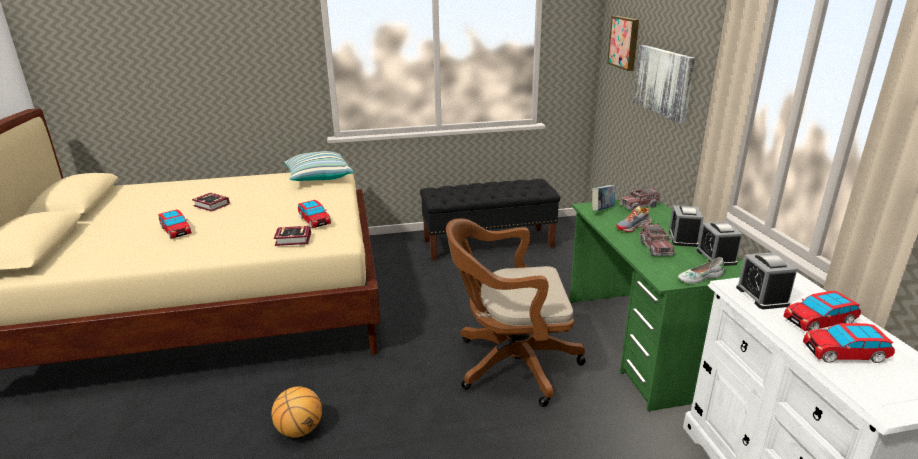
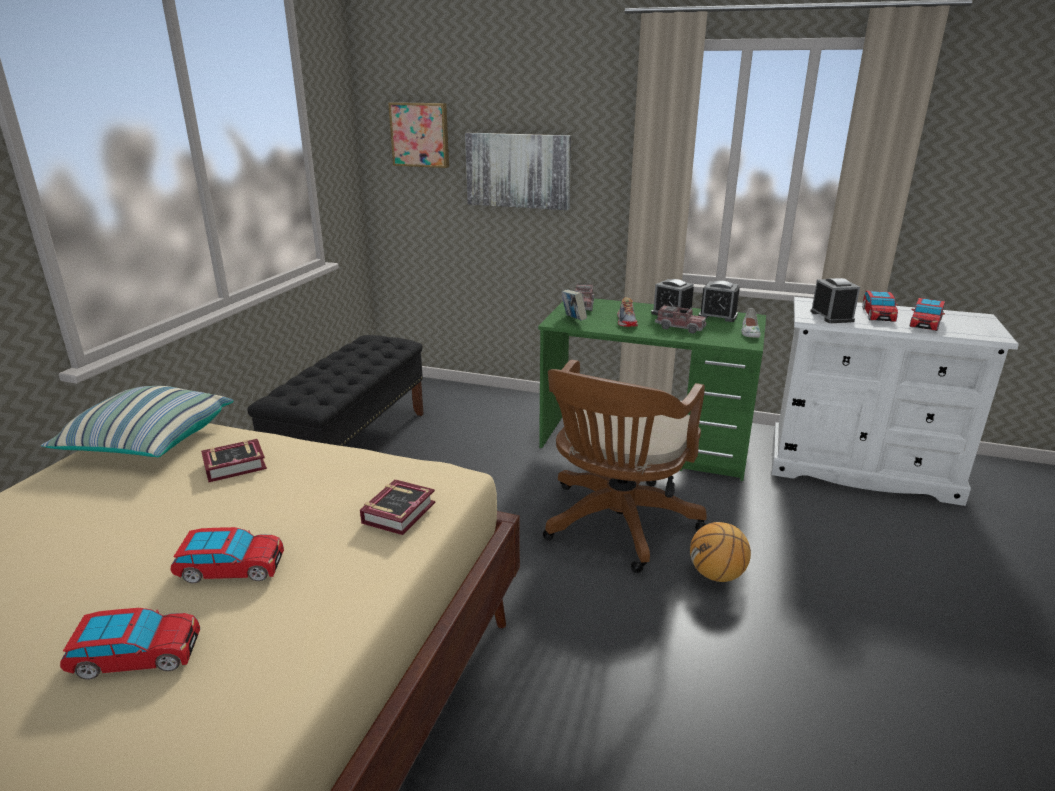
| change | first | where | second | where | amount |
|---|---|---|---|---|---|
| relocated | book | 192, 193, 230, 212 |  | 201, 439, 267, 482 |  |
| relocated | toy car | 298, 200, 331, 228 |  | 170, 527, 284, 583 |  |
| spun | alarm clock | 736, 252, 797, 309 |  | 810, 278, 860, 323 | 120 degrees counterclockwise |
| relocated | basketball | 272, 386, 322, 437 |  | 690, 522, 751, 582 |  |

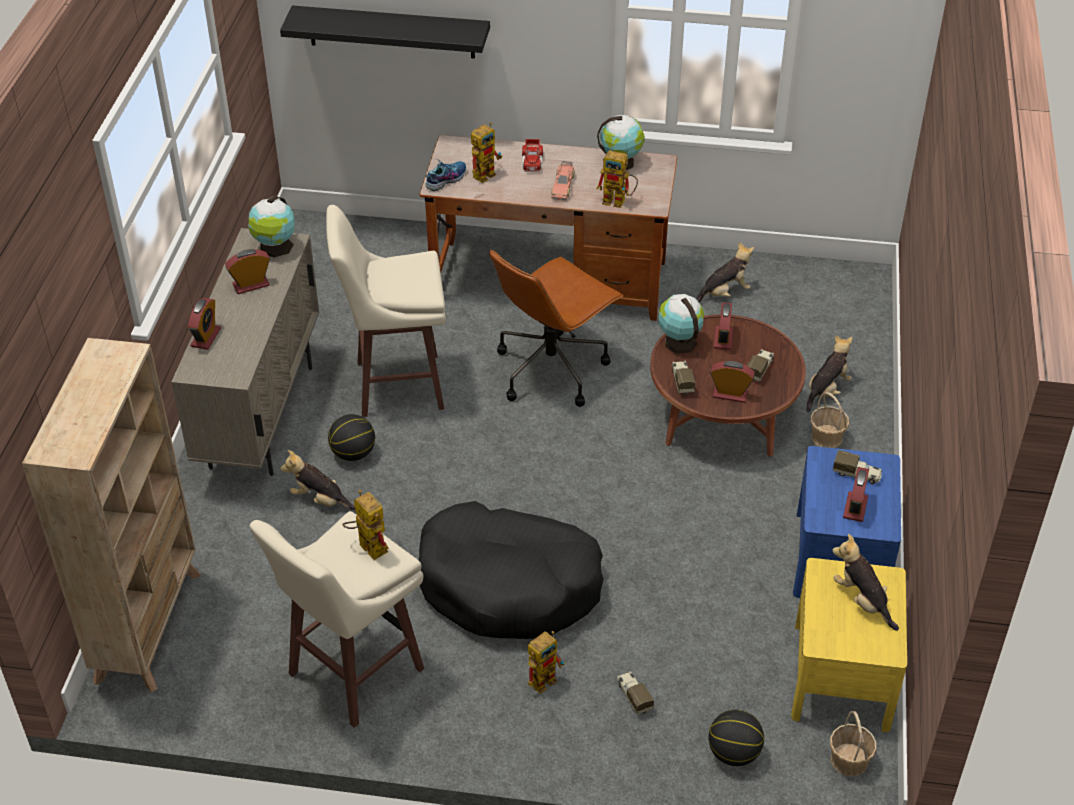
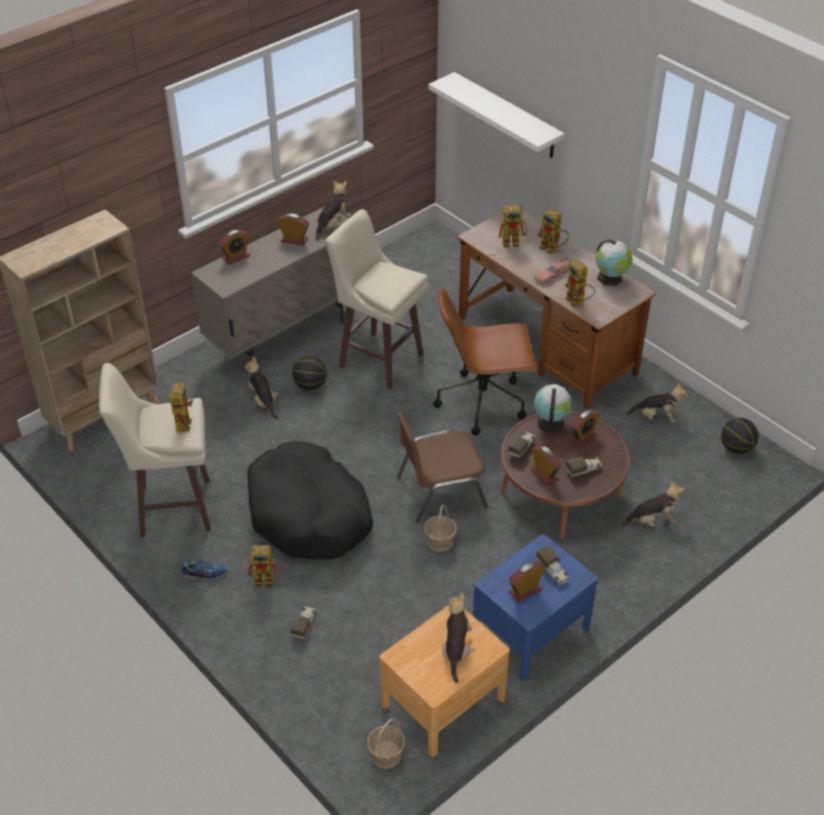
| change | first | where | second | where | amount |
|---|---|---|---|---|---|
| colour | black shelf | 280, 5, 490, 59 | white shelf | 428, 72, 565, 158 |  |
| exchanged | toy truck | 522, 139, 543, 172 | toy robot | 537, 208, 569, 254 |  |
| relocated | shoe | 425, 158, 466, 191 |  | 180, 554, 227, 581 |  |
| exchanged | globe | 248, 196, 295, 258 | plush toy | 316, 180, 351, 241 |  |
| relocated | basket | 810, 392, 849, 448 |  | 424, 504, 457, 552 |  |
| colour | yellow nightstand | 791, 558, 907, 732 | brown nightstand | 380, 605, 509, 757 |  |
| relocated | basketball | 708, 710, 764, 766 |  | 721, 418, 758, 454 |  |
| appeared |  |  | brown chair | 397, 412, 488, 523 |  |

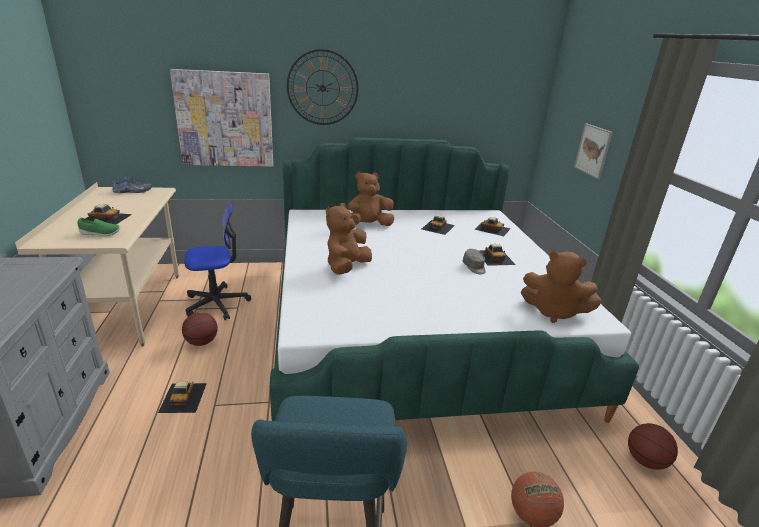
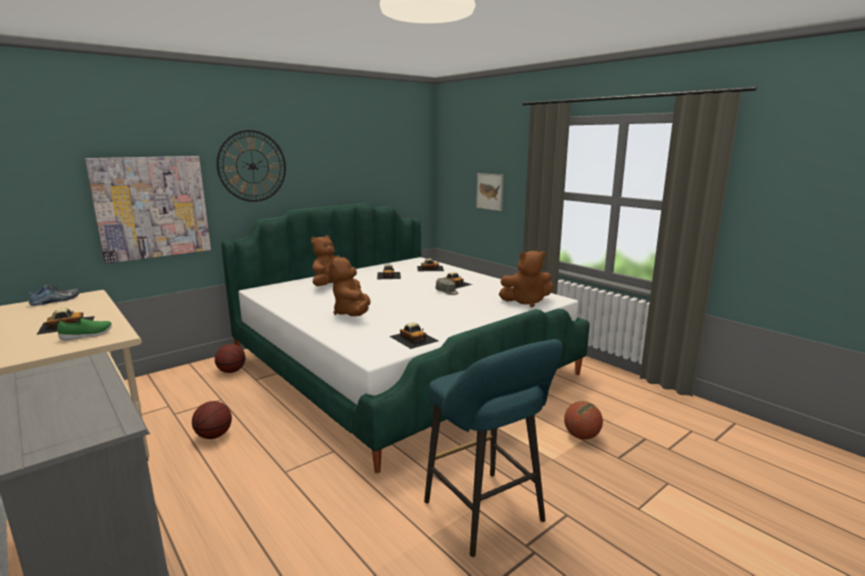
| change | first | where | second | where | amount |
|---|---|---|---|---|---|
| missing | office chair | 184, 200, 251, 320 |  |  |  |
| relocated | toy car | 158, 381, 207, 413 |  | 389, 323, 438, 349 |  |
| relocated | basketball | 628, 423, 678, 470 |  | 215, 344, 245, 373 |  |

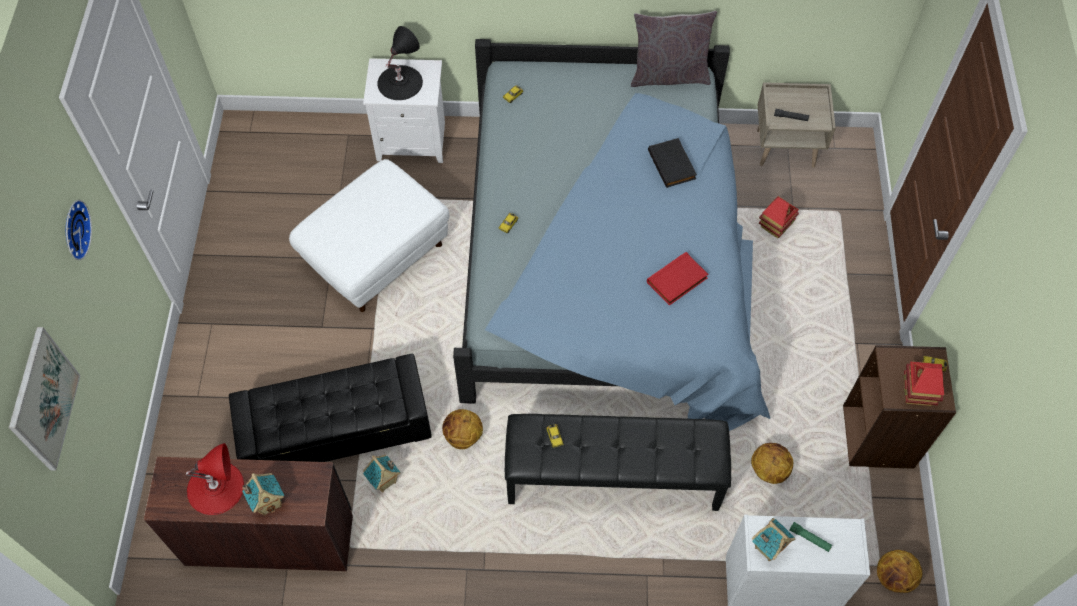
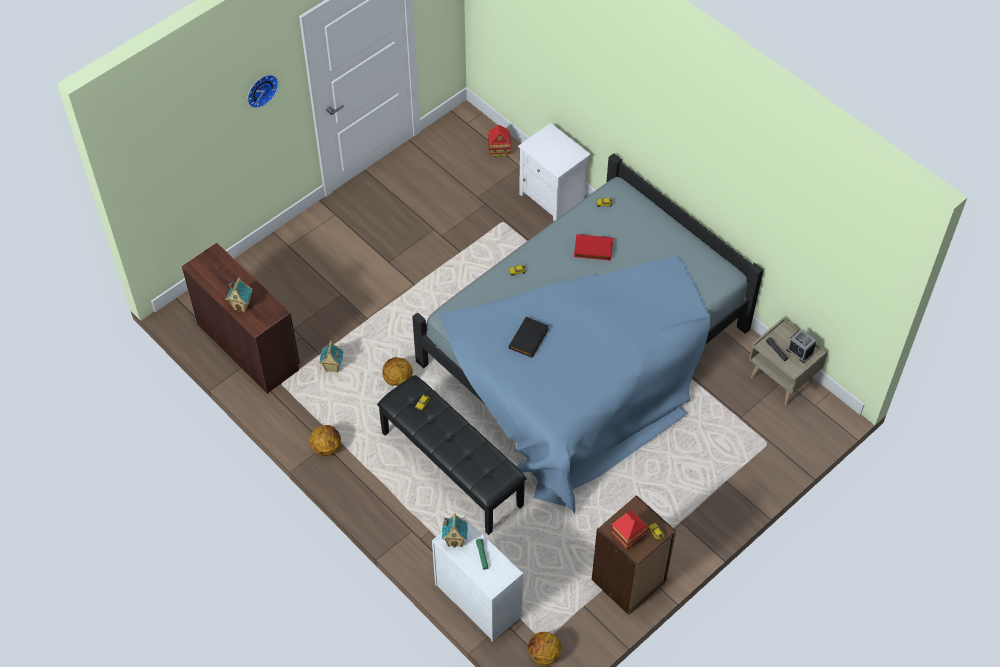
| change | first | where | second | where | amount |
|---|---|---|---|---|---|
| missing | grey pillow | 631, 11, 717, 87 |  |  |  |
| missing | black table lamp | 377, 26, 423, 100 |  |  |  |
| relocated | black book | 648, 138, 697, 188 |  | 509, 317, 549, 358 |  |
| missing | white ottoman | 289, 159, 449, 312 |  |  |  |
| relocated | toy house | 759, 196, 799, 238 |  | 487, 125, 511, 157 |  |
| relocated | red book | 647, 252, 708, 306 |  | 574, 234, 613, 261 |  |
| missing | picture | 9, 327, 80, 471 |  |  |  |
| missing | black ottoman | 229, 354, 432, 462 |  |  |  |
| missing | red table lamp | 186, 443, 244, 515 |  |  |  |
| relocated | basketball | 751, 443, 793, 484 |  | 310, 425, 341, 456 |  |
| appeared |  |  | alarm clock | 786, 329, 816, 363 |  |

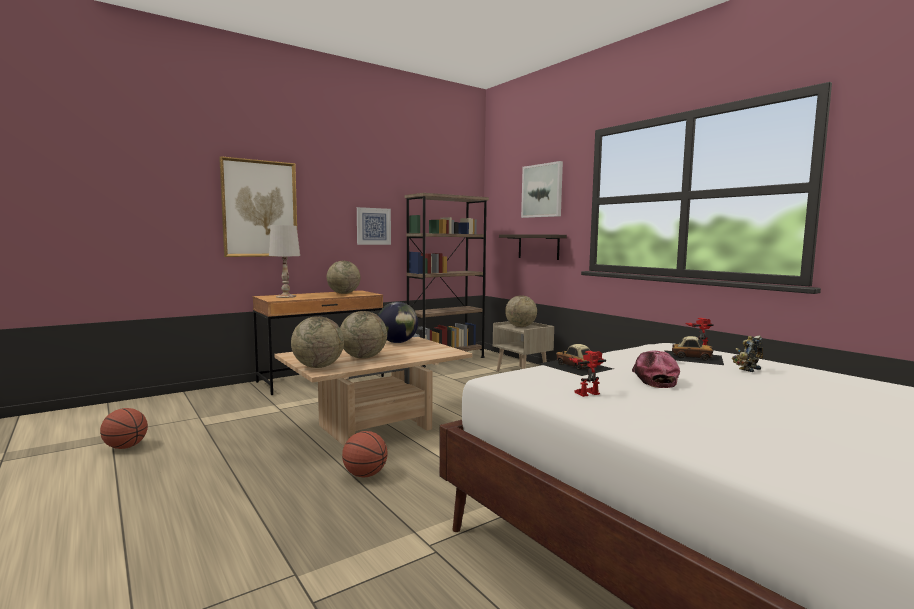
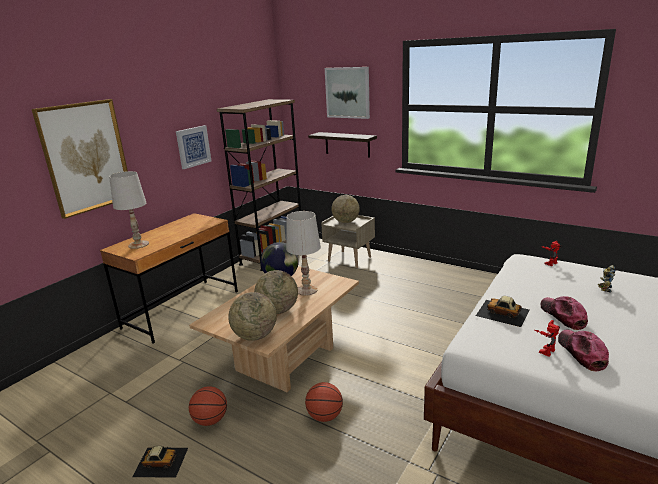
| change | first | where | second | where | amount |
|---|---|---|---|---|---|
| missing | globe | 327, 261, 361, 294 |  |  |  |
| relocated | toy car | 664, 336, 724, 365 |  | 132, 446, 188, 478 |  |
| relocated | basketball | 100, 408, 148, 449 |  | 189, 386, 227, 426 |  |
| appeared |  |  | white table lamp | 286, 211, 321, 296 |  |
| appeared |  |  | cap | 558, 330, 609, 372 |  |

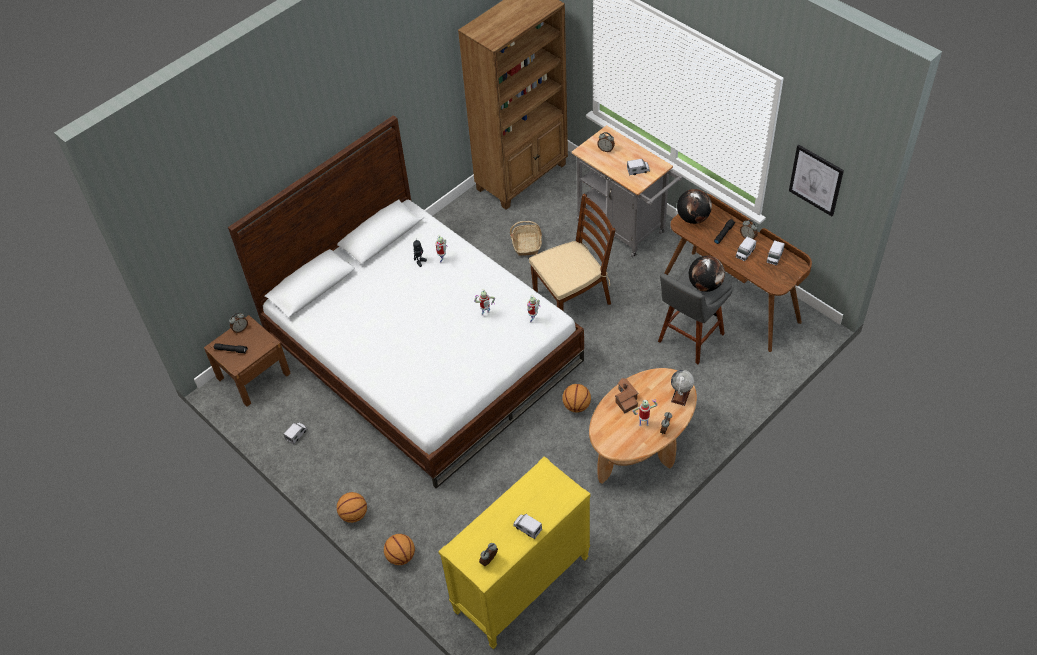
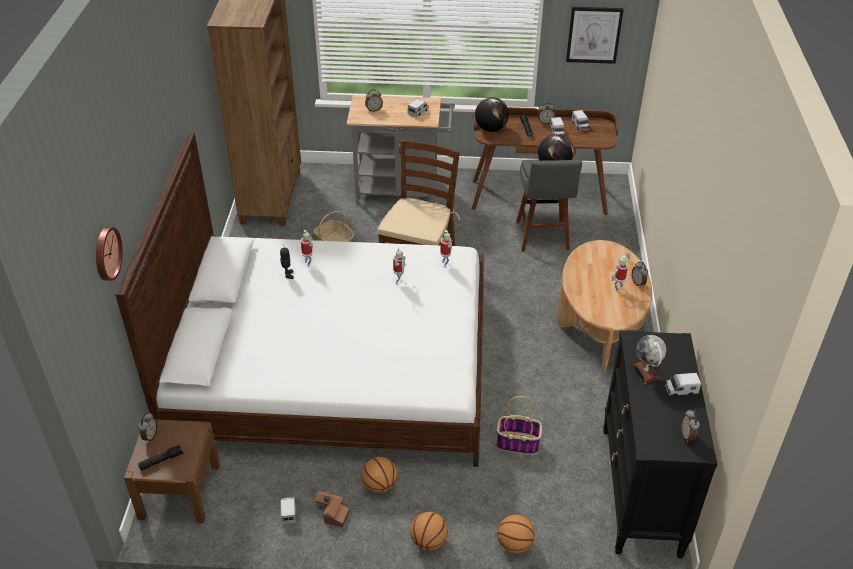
| change | first | where | second | where | amount |
|---|---|---|---|---|---|
| relocated | globe | 671, 370, 694, 406 |  | 631, 335, 666, 384 |  |
| relocated | toy house | 615, 378, 638, 413 |  | 315, 491, 350, 528 |  |
| relocated | basketball | 562, 384, 591, 412 |  | 362, 457, 397, 493 |  |
| colour | yellow dresser | 438, 456, 591, 649 | black dresser | 603, 330, 717, 558 |  |
| appeared |  |  | wall clock | 96, 227, 123, 281 |  |
| appeared |  |  | basket | 497, 396, 542, 454 |  |

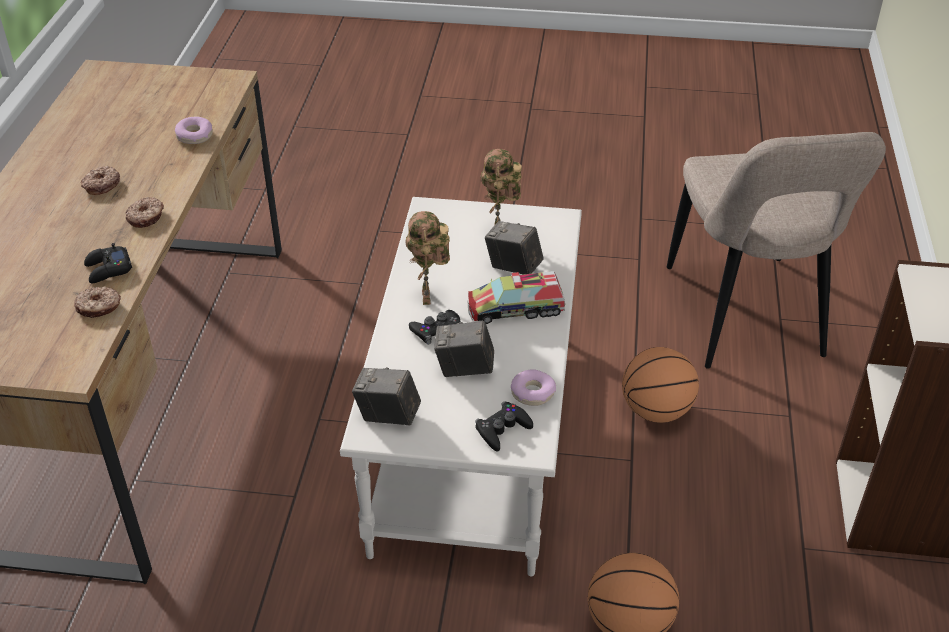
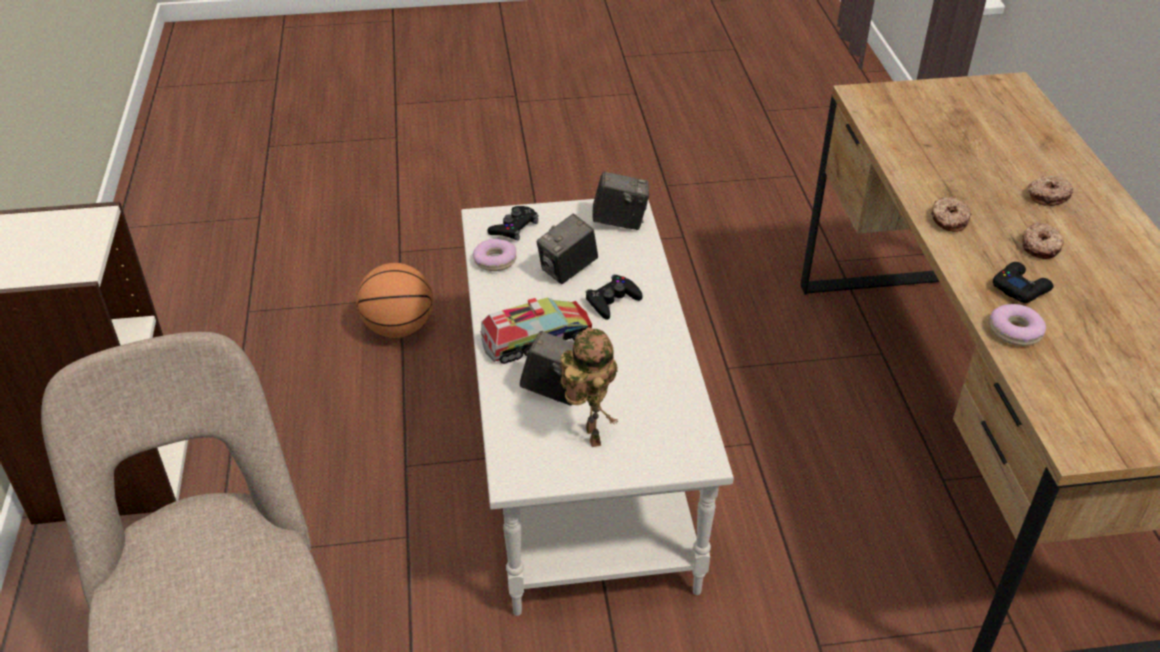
| change | first | where | second | where | amount |
|---|---|---|---|---|---|
| missing | toy robot | 405, 211, 450, 305 |  |  |  |
| relocated | black game controller | 84, 243, 132, 283 |  | 993, 262, 1054, 303 |  |
| relocated | donut | 74, 286, 121, 318 |  | 1028, 176, 1073, 206 |  |
| spun | photo camera | 434, 321, 494, 377 |  | 537, 214, 598, 284 | 150 degrees clockwise |
| missing | basketball | 622, 347, 699, 423 |  |  |  |

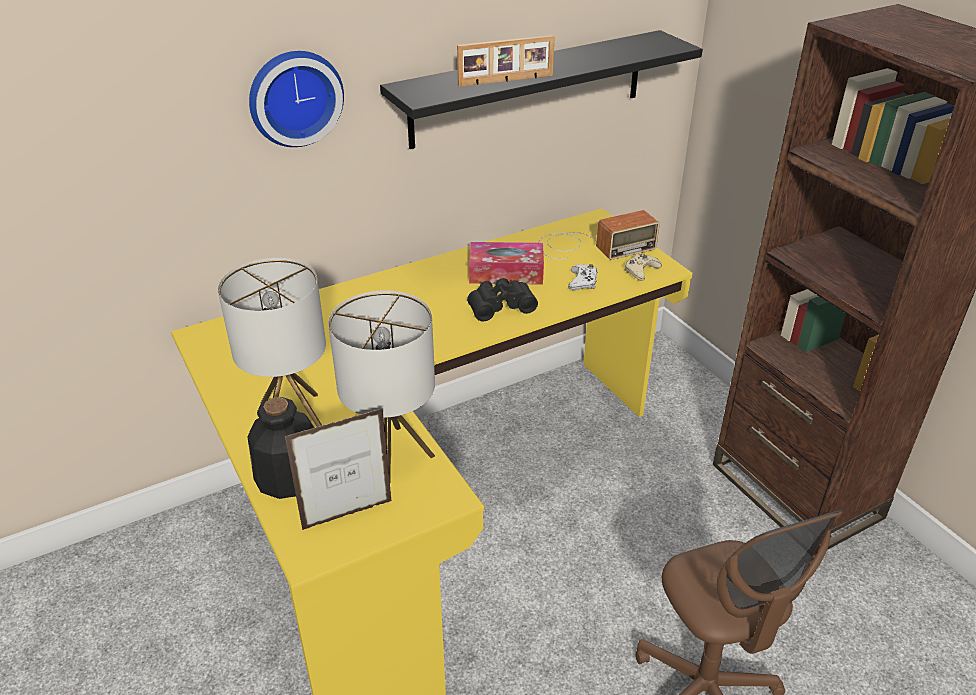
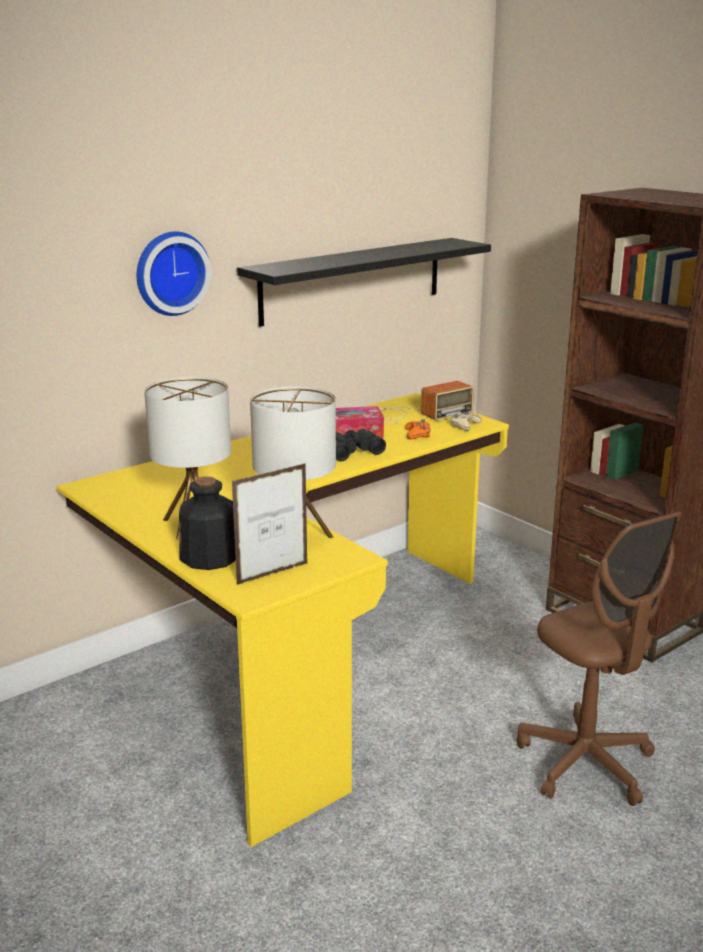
| change | first | where | second | where | amount |
|---|---|---|---|---|---|
| missing | picture frame | 457, 35, 555, 87 |  |  |  |
| colour | white game controller | 568, 264, 598, 290 | orange game controller | 405, 419, 431, 439 |  |

